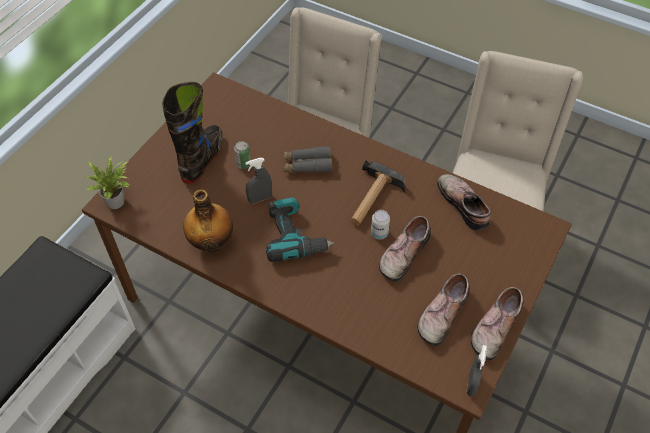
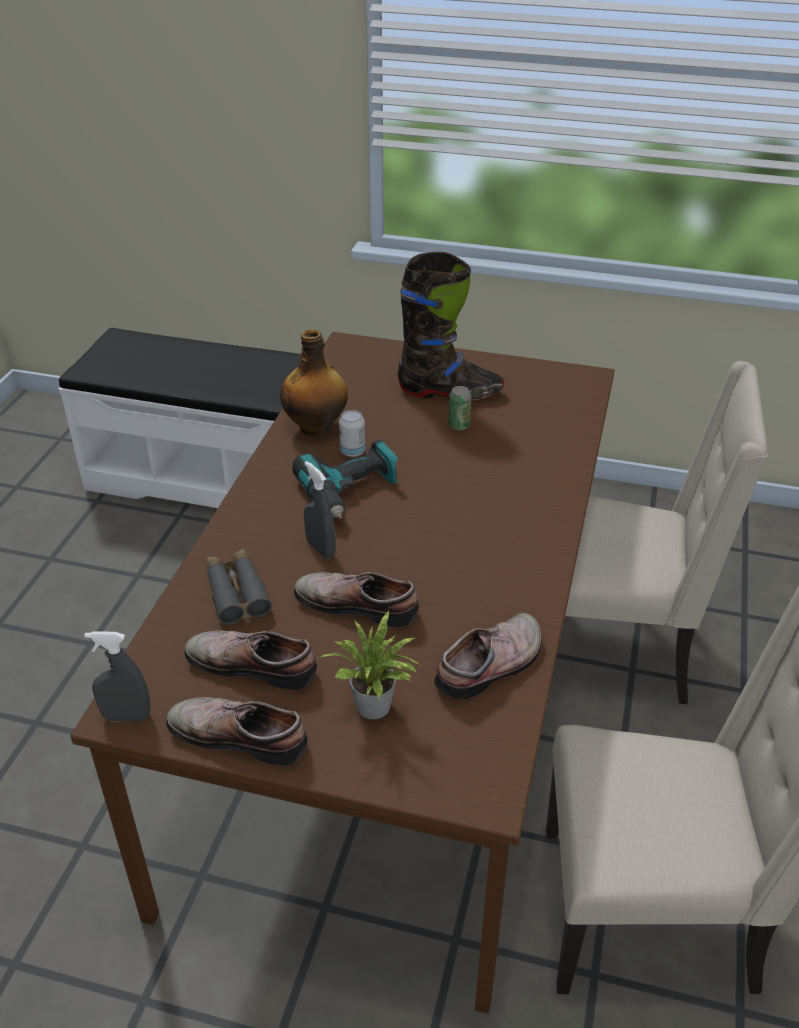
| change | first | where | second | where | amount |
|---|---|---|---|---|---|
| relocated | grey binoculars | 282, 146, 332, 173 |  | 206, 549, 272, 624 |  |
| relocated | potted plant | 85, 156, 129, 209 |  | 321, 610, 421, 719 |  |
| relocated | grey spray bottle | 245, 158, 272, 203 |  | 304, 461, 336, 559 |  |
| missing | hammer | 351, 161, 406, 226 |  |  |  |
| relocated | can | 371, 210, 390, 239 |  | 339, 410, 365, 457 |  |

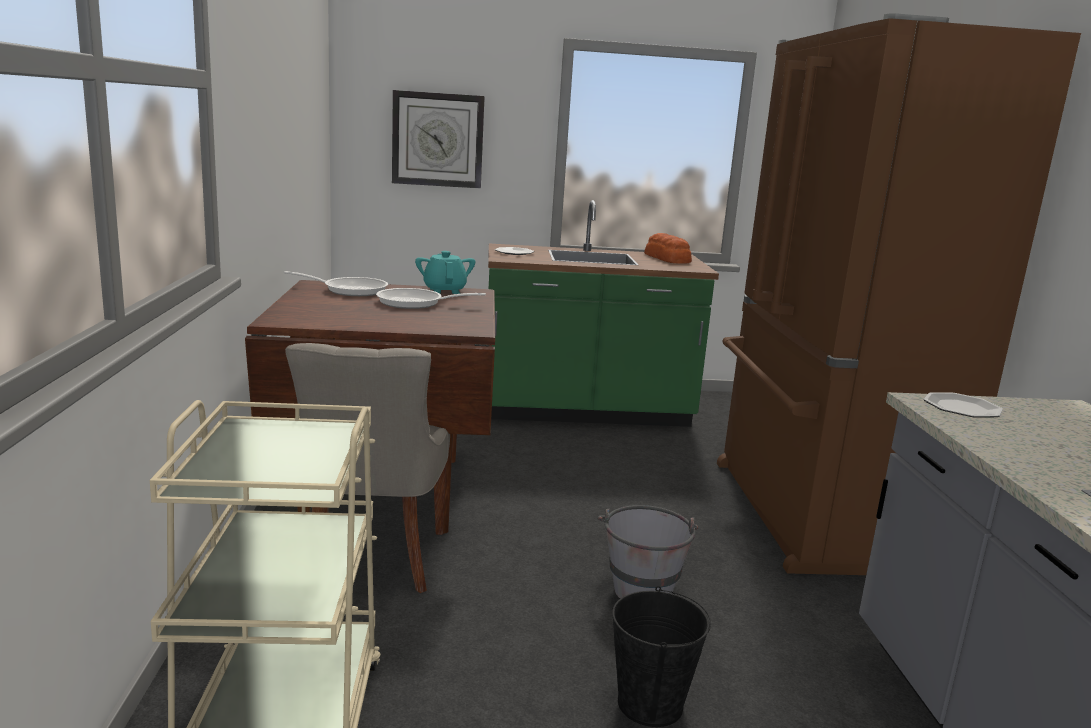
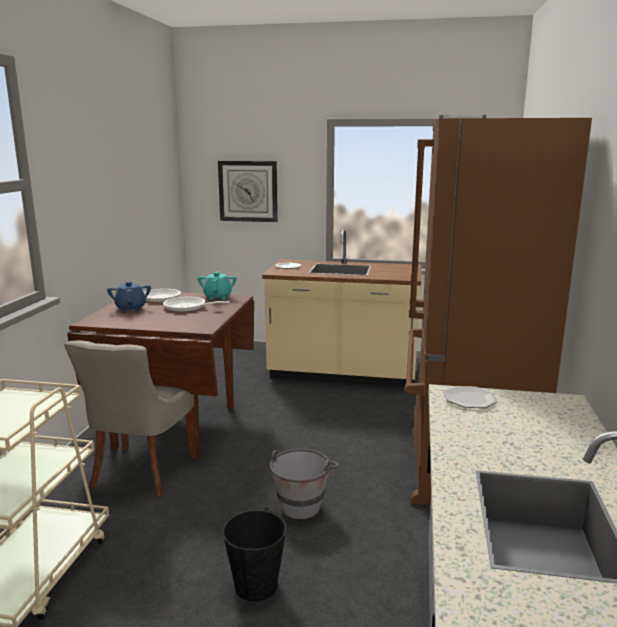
| change | first | where | second | where | amount |
|---|---|---|---|---|---|
| colour | green counter | 488, 200, 719, 427 | beige counter | 262, 229, 421, 388 |  |
| missing | bread | 644, 233, 692, 264 |  |  |  |
| appeared |  |  | blue teapot | 107, 281, 151, 312 |  |

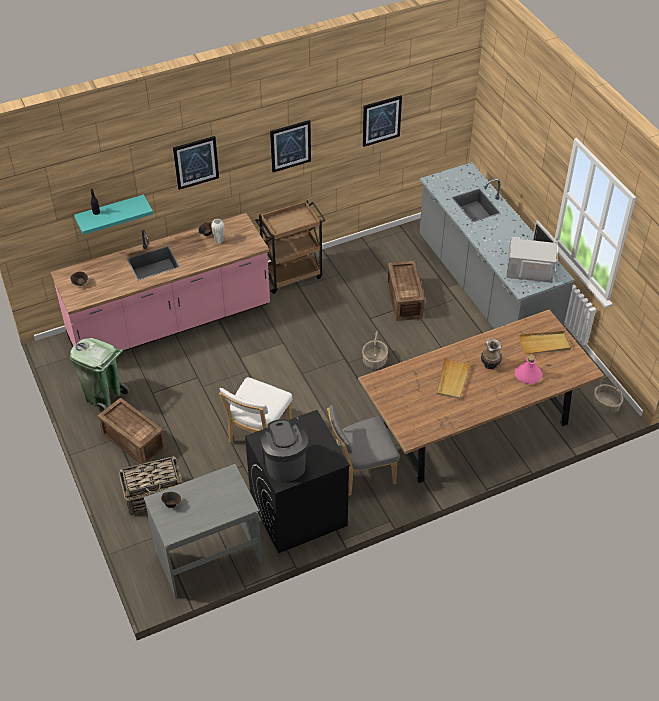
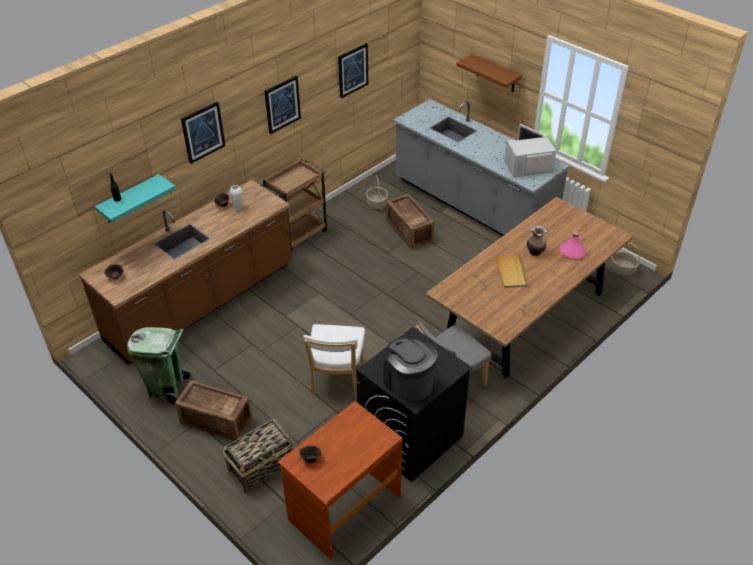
| change | first | where | second | where | amount |
|---|---|---|---|---|---|
| colour | pink counter | 51, 213, 270, 351 | brown counter | 79, 180, 292, 365 |  |
| relocated | basket | 362, 331, 388, 369 |  | 366, 175, 388, 210 |  |
| missing | beige tray | 519, 331, 571, 354 |  |  |  |
| colour | grey desk | 144, 464, 262, 598 | brown desk | 278, 401, 403, 560 |  |
| appeared |  |  | brown shelf | 456, 54, 522, 92 |  |

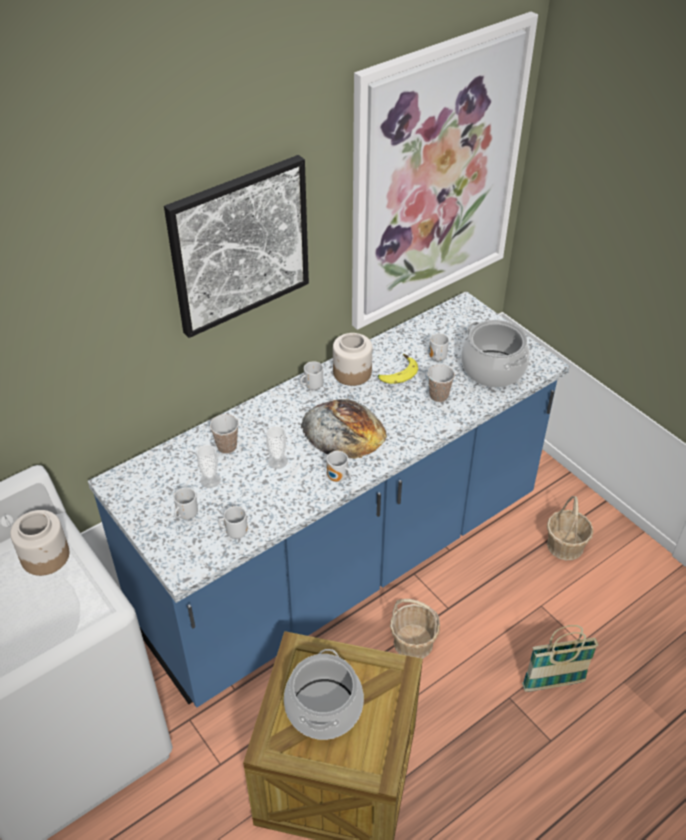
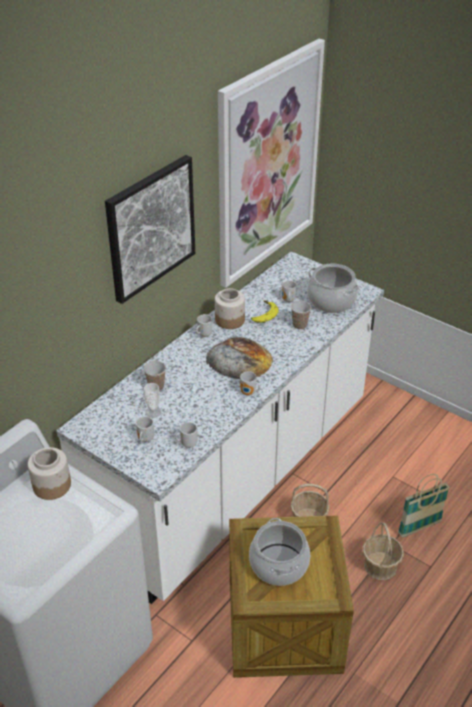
| change | first | where | second | where | amount |
|---|---|---|---|---|---|
| colour | blue counter | 88, 291, 570, 707 | white counter | 56, 252, 384, 604 |  |
| missing | cup | 266, 426, 288, 469 |  |  |  |
| relocated | basket | 547, 496, 594, 560 |  | 363, 522, 404, 580 |  |

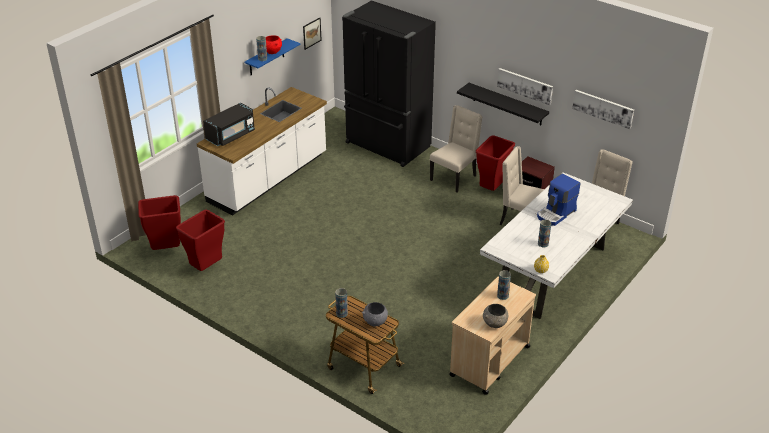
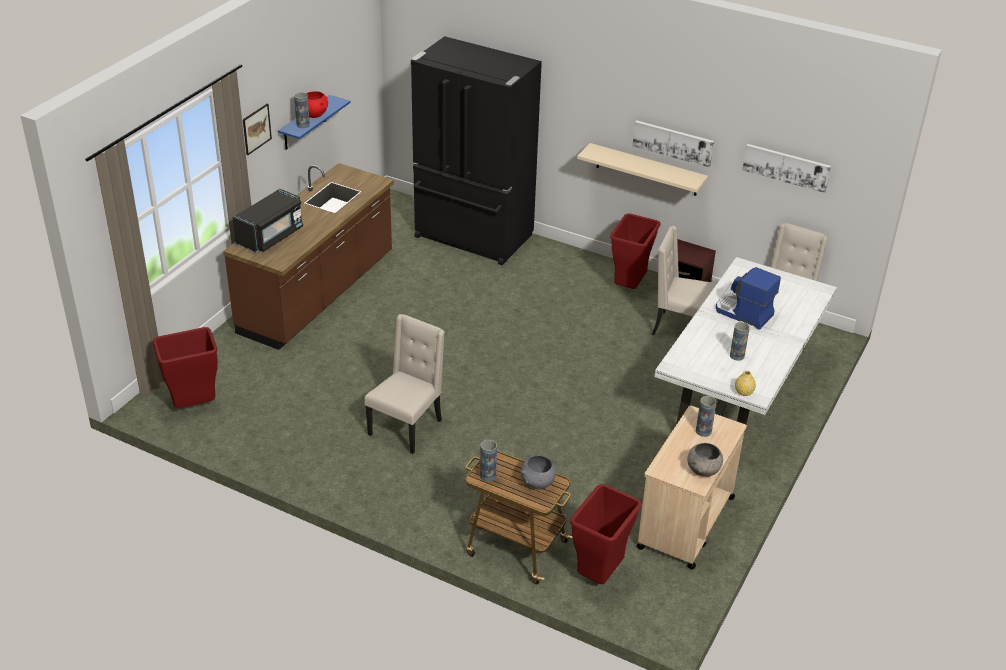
| change | first | where | second | where | amount |
|---|---|---|---|---|---|
| relocated | picture | 303, 17, 321, 50 |  | 243, 104, 272, 155 |  |
| colour | black shelf | 457, 83, 549, 125 | beige shelf | 577, 143, 708, 196 |  |
| colour | white counter | 197, 87, 327, 215 | brown counter | 223, 163, 394, 350 |  |
| relocated | beige chair | 430, 105, 482, 193 |  | 364, 314, 445, 454 |  |
| spun | coffee machine | 537, 174, 580, 226 |  | 716, 267, 781, 330 | 90 degrees clockwise |
| relocated | red trash can | 176, 210, 225, 271 |  | 570, 484, 642, 584 |  |

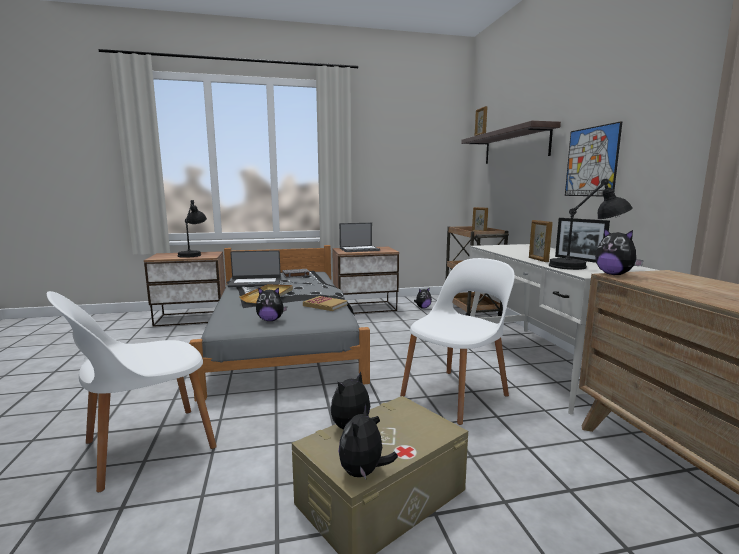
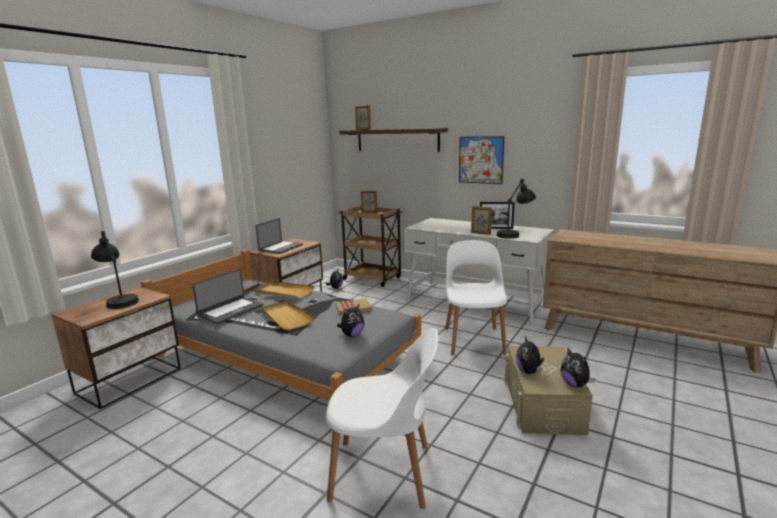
| change | first | where | second | where | amount |
|---|---|---|---|---|---|
| missing | plush toy | 595, 228, 644, 275 |  |  |  |
| spun | white chair | 47, 291, 217, 492 |  | 326, 328, 438, 509 | 90 degrees counterclockwise |
| appeared |  |  | beige tray | 255, 281, 314, 298 |  |

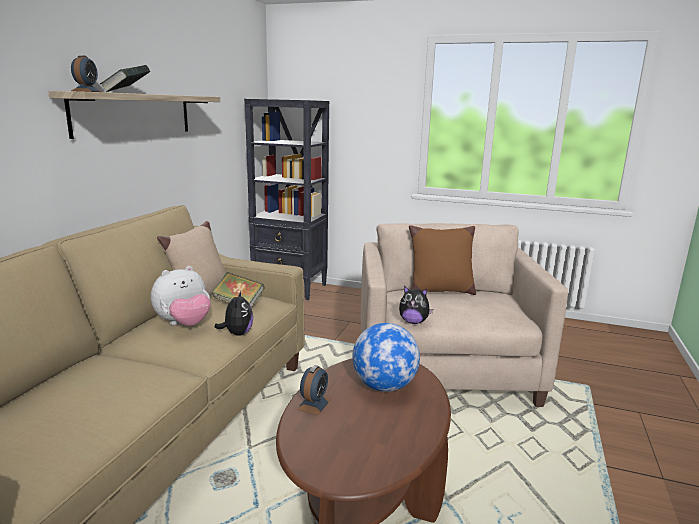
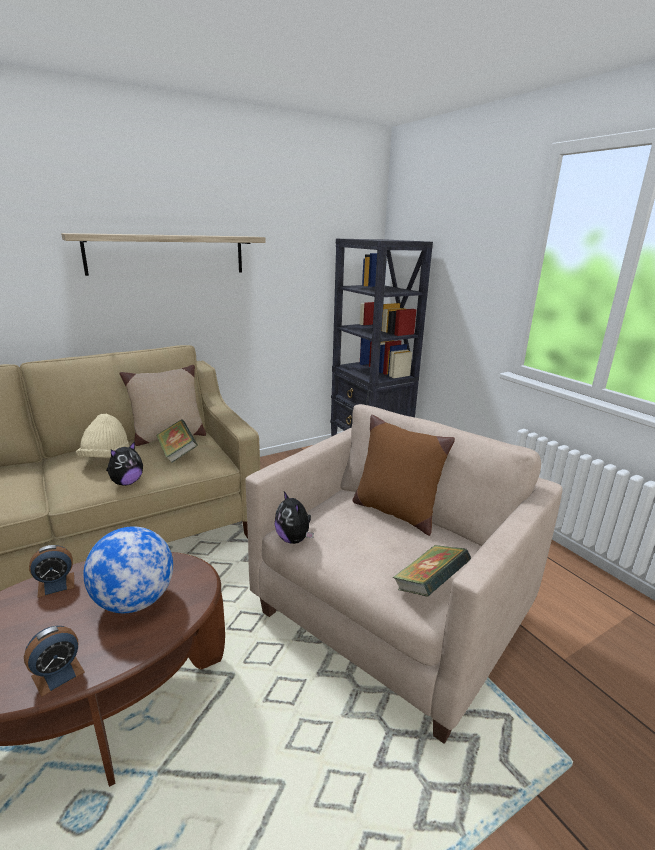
| change | first | where | second | where | amount |
|---|---|---|---|---|---|
| relocated | alarm clock | 71, 55, 102, 92 |  | 24, 626, 84, 697 |  |
| relocated | book | 100, 65, 150, 92 |  | 392, 545, 471, 597 |  |
| exchanged | plush toy | 151, 266, 211, 326 | beige hat | 76, 414, 130, 458 |  |

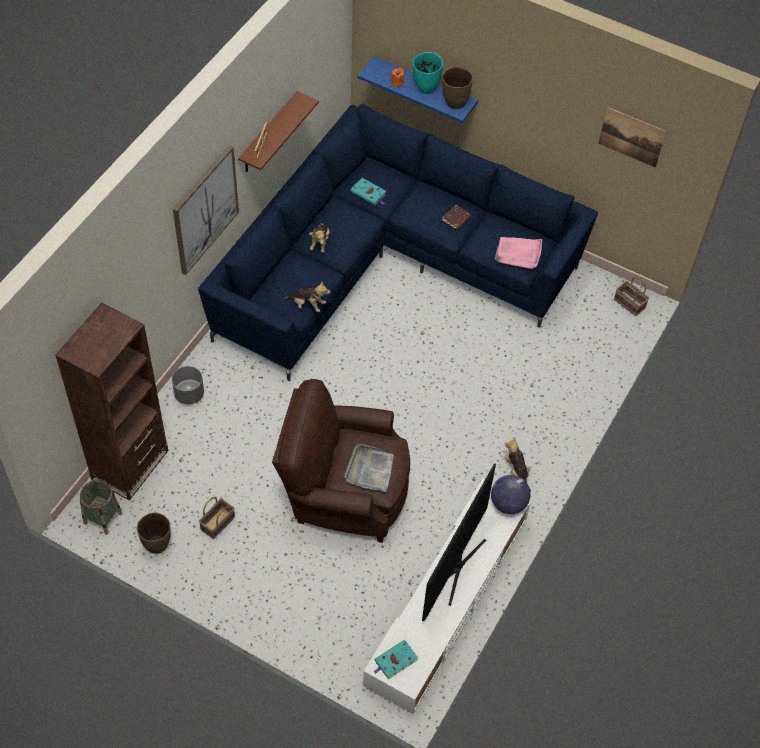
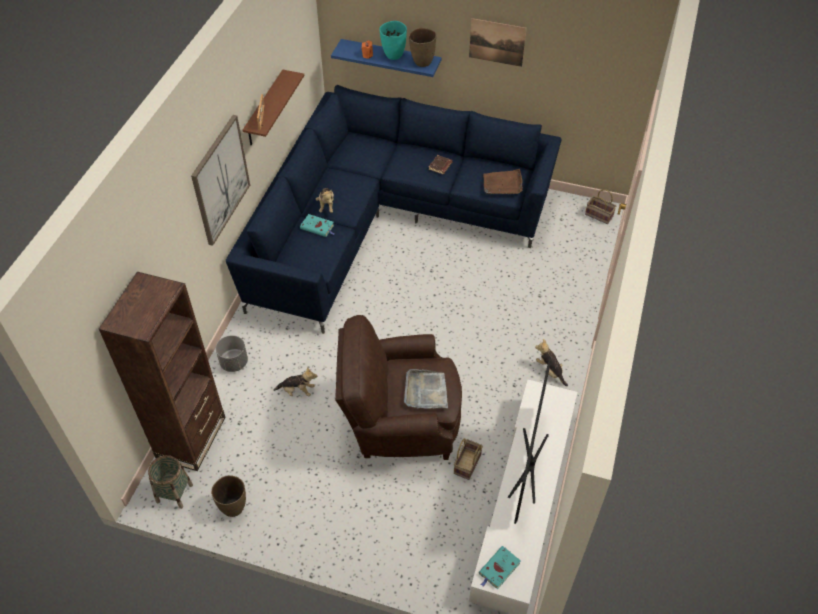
| change | first | where | second | where | amount |
|---|---|---|---|---|---|
| relocated | picture | 599, 107, 666, 168 |  | 469, 18, 527, 67 |  |
| relocated | turquoise book | 350, 178, 386, 205 |  | 300, 214, 335, 237 |  |
| colour | pink tray | 495, 237, 542, 269 | brown tray | 483, 169, 522, 194 |  |
| relocated | plush toy | 283, 282, 330, 312 |  | 273, 367, 317, 396 |  |
| missing | globe | 491, 475, 530, 514 |  |  |  |
| relocated | basket | 199, 497, 235, 539 |  | 454, 438, 483, 480 |  |

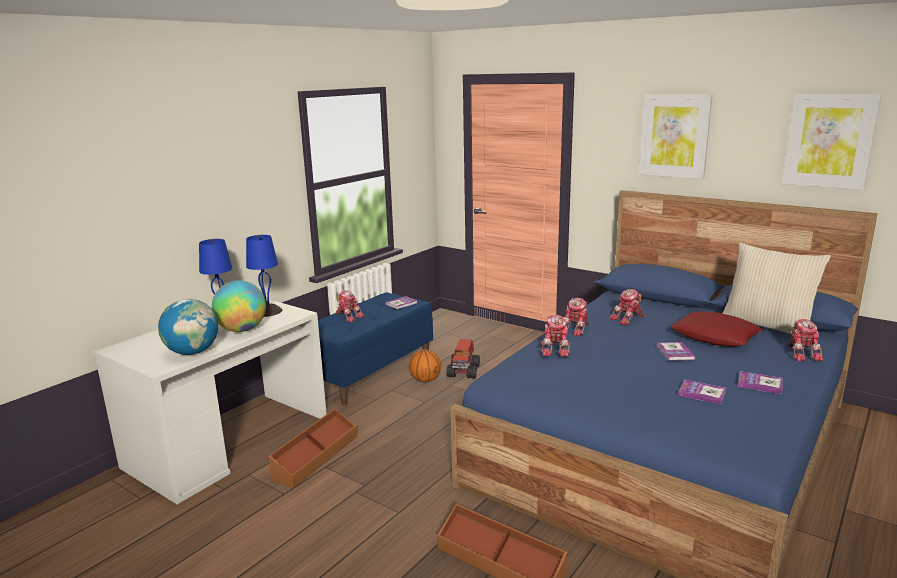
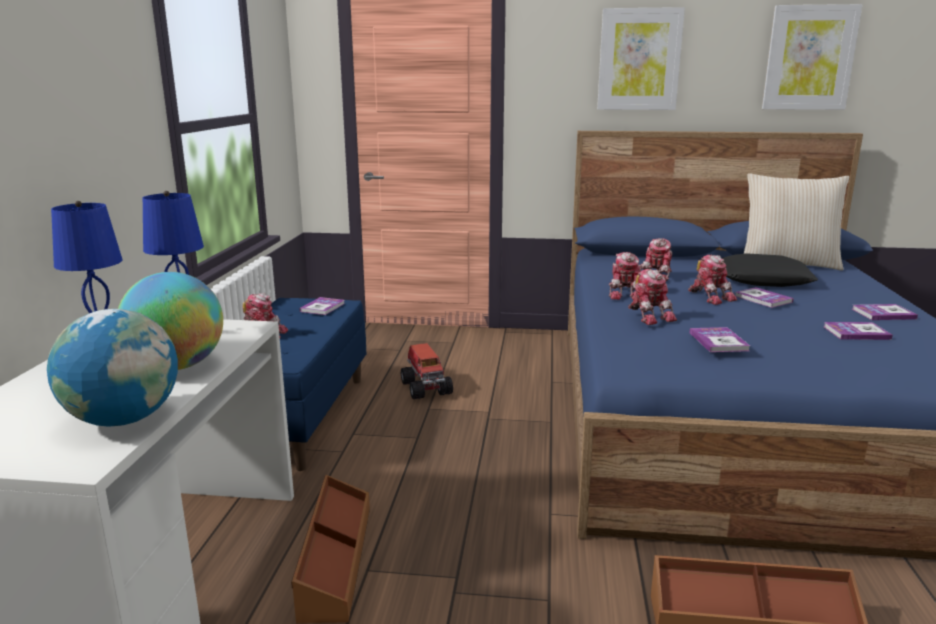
| change | first | where | second | where | amount |
|---|---|---|---|---|---|
| colour | red pillow | 670, 311, 763, 347 | black pillow | 722, 253, 818, 287 |  |
| relocated | toy robot | 787, 319, 823, 361 |  | 688, 255, 737, 305 |  |
| missing | basketball | 409, 349, 441, 382 |  |  |  |
| appeared |  |  | book | 690, 327, 750, 352 |  |

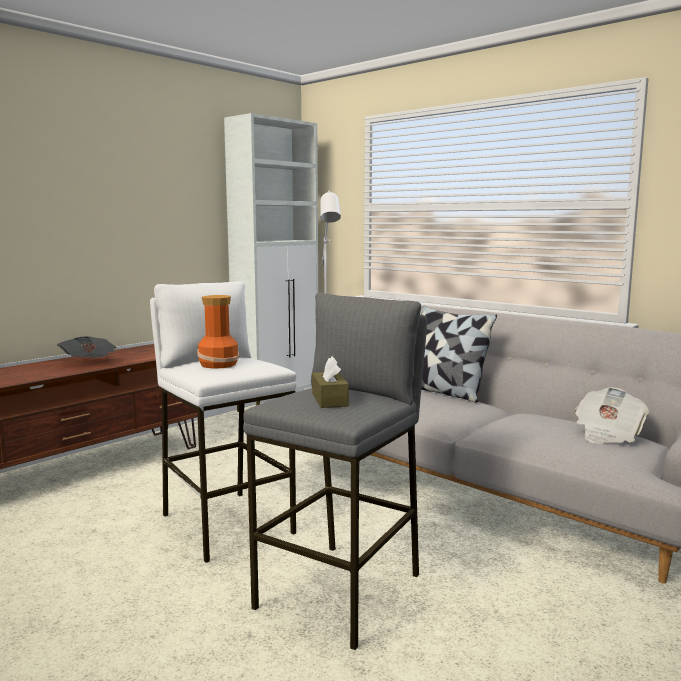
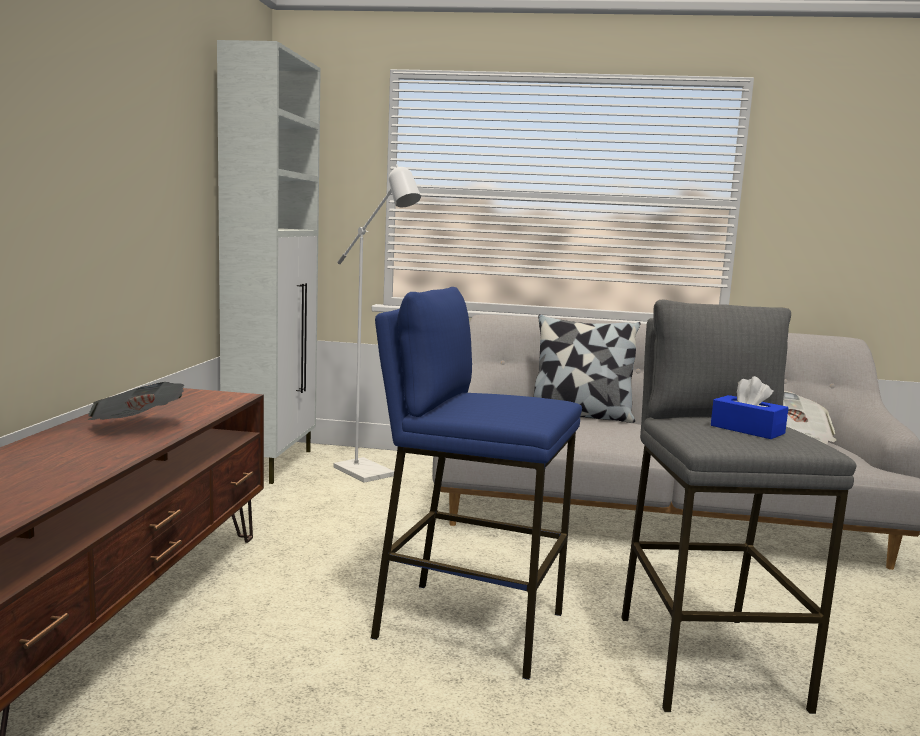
| change | first | where | second | where | amount |
|---|---|---|---|---|---|
| colour | white stool | 150, 281, 297, 563 | blue stool | 371, 287, 582, 680 |  |
| missing | vase | 197, 295, 239, 369 |  |  |  |
| colour | brown tissue box | 312, 357, 349, 408 | blue tissue box | 711, 376, 788, 439 |  |

